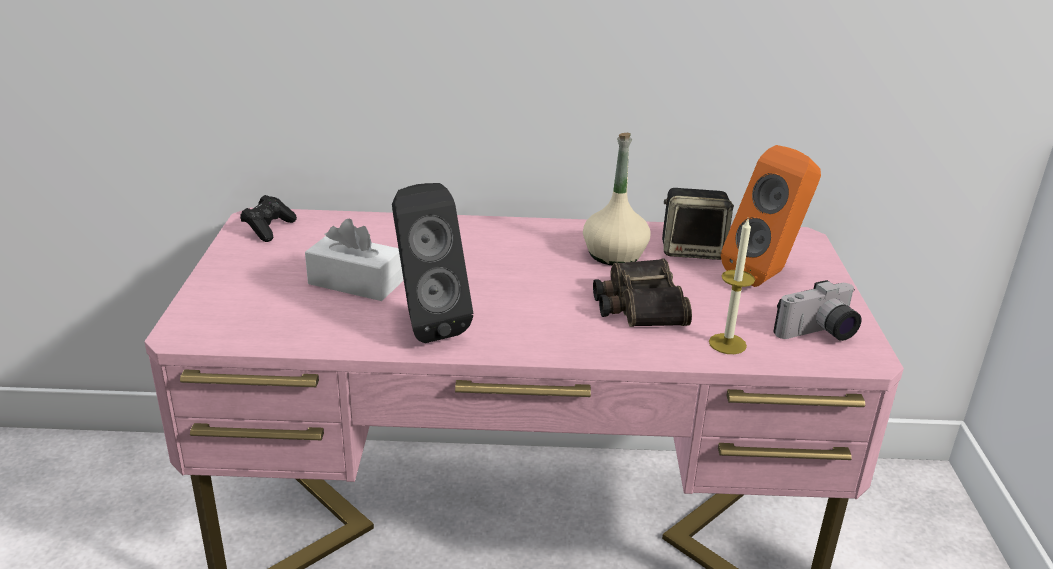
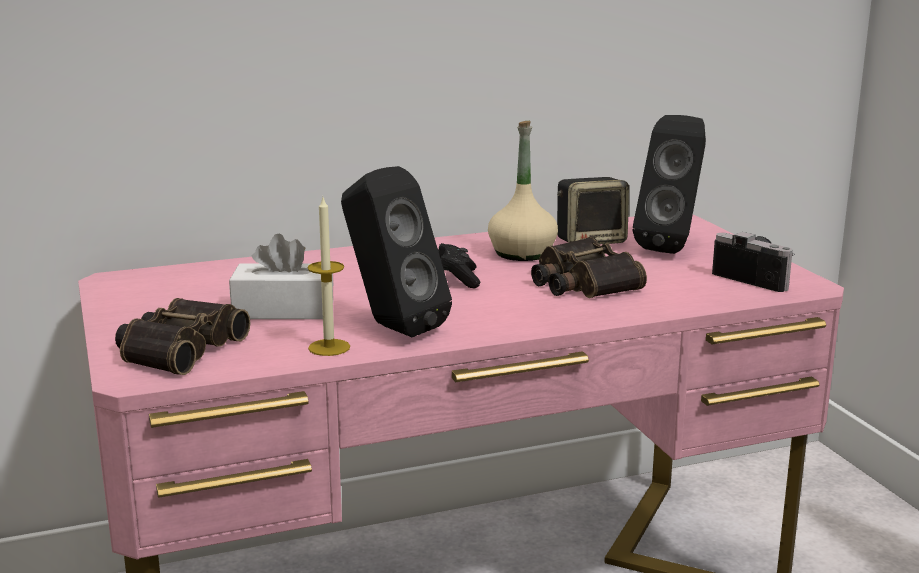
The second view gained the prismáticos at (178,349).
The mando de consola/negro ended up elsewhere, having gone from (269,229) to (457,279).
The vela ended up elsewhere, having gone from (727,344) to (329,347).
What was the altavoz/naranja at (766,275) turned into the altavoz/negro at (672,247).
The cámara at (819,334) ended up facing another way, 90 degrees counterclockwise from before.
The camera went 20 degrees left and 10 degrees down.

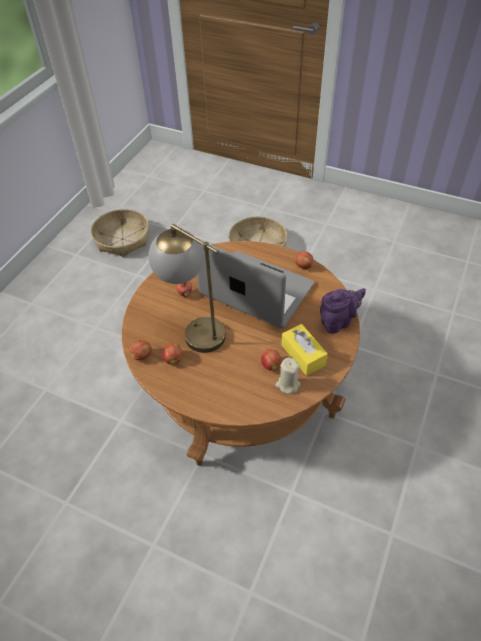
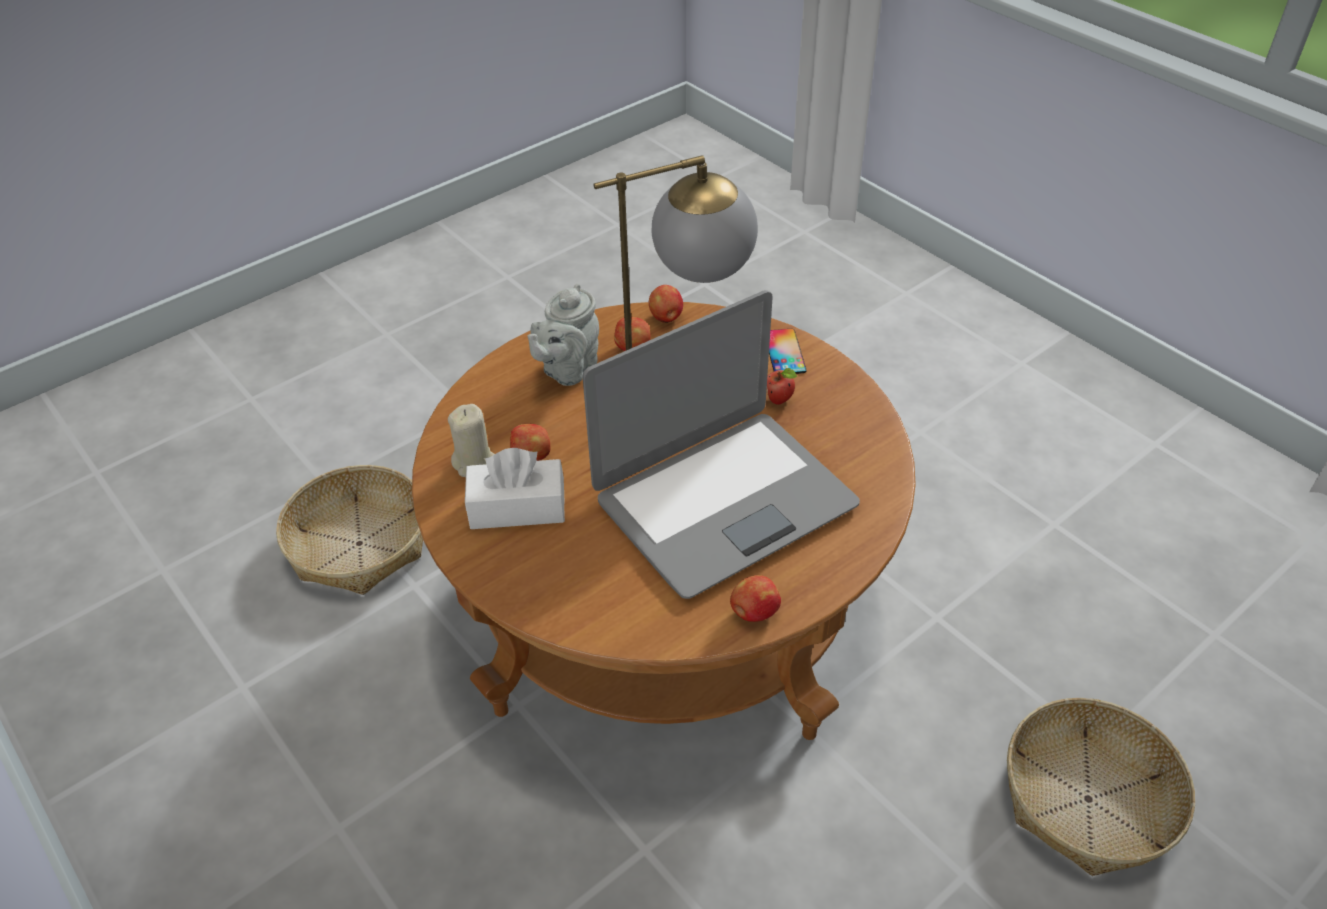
The second view lost the tetera/morado at (338,322).
The second view gained the tetera/gris at (567,369).
The second view gained the móvil at (784,352).
The cesta ended up elsewhere, having gone from (122,239) to (360,544).
What was the caja de pañuelos/amarillo at (303,355) turned into the caja de pañuelos/blanco at (517,508).
The camera went 115 degrees right and 5 degrees down.

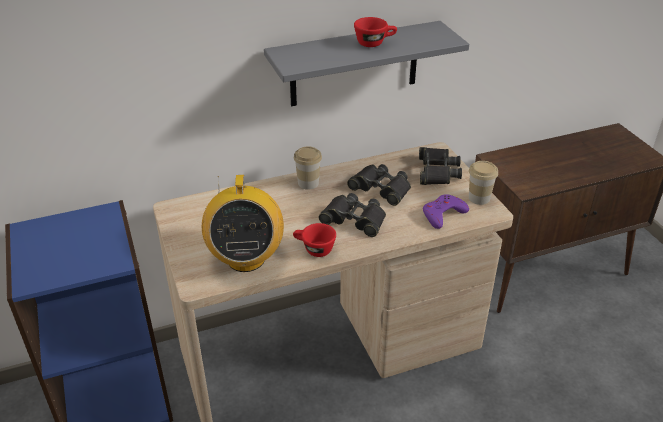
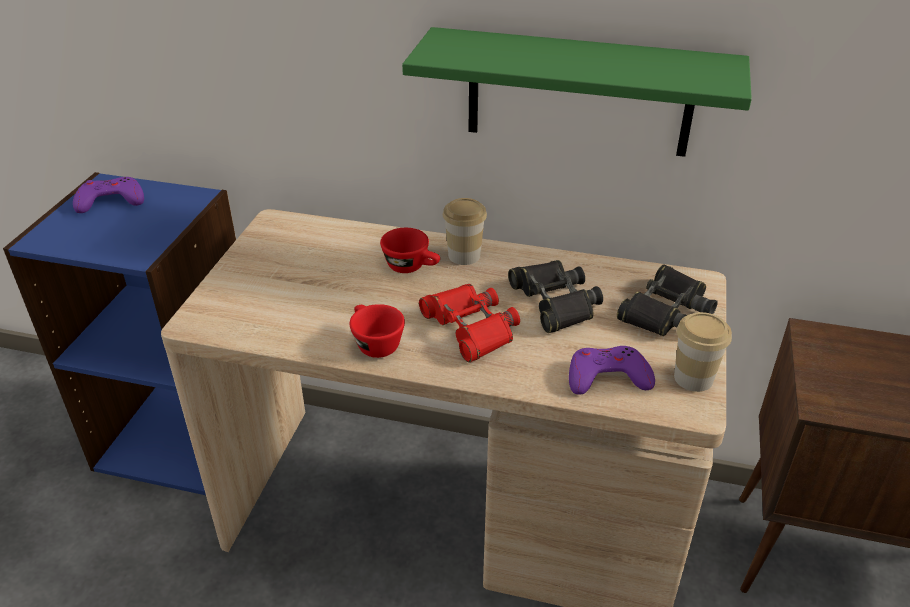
The second view lost the radio at (245,259).
The second view gained the mando de consola/morado at (110,200).
The taza/rojo ended up elsewhere, having gone from (374,43) to (412,267).
What was the estante/gris at (354,64) turned into the estante/verde at (579,93).
What was the prismáticos/negro at (354,219) turned into the prismáticos/rojo at (470,328).
The camera went 35 degrees right and 0 degrees up.

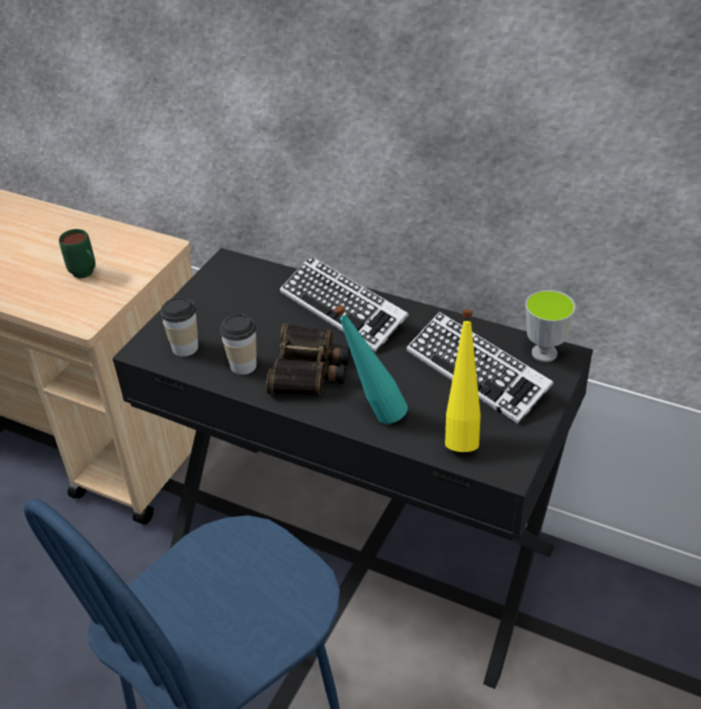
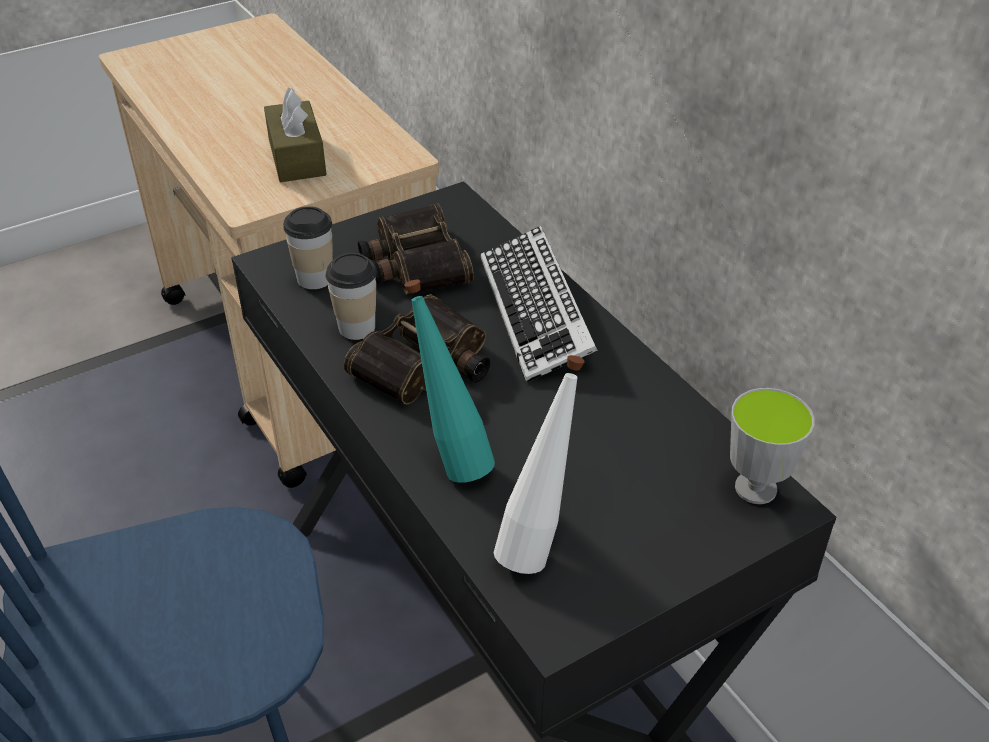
The second view lost the teclado at (477,373).
The second view gained the prismáticos at (413,263).
Where the taza grande/verde stood at (86,275), the caja de pañuelos/marrón came to stand at (297,157).
What was the botella/amarillo at (461,434) turned into the botella/blanco at (538,543).
The camera went 30 degrees right and 0 degrees up.

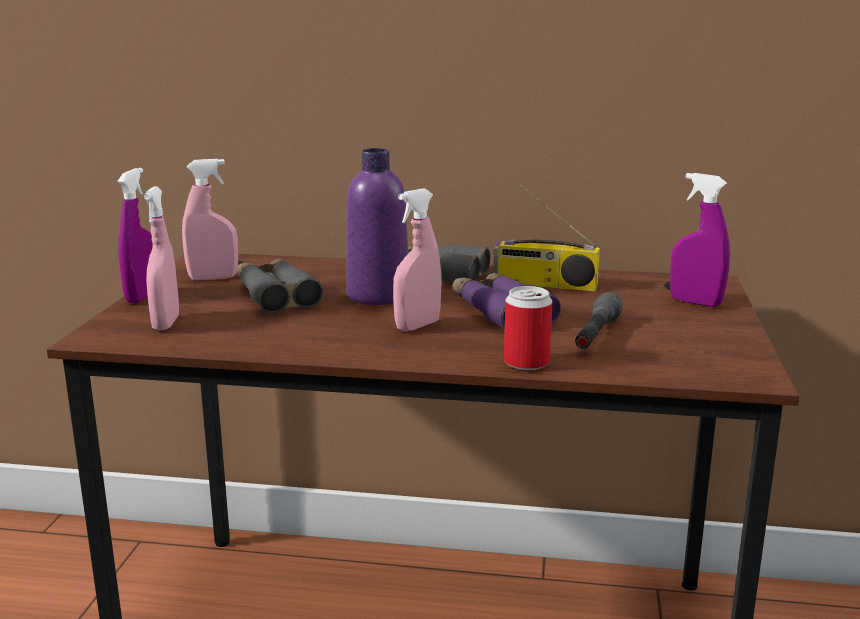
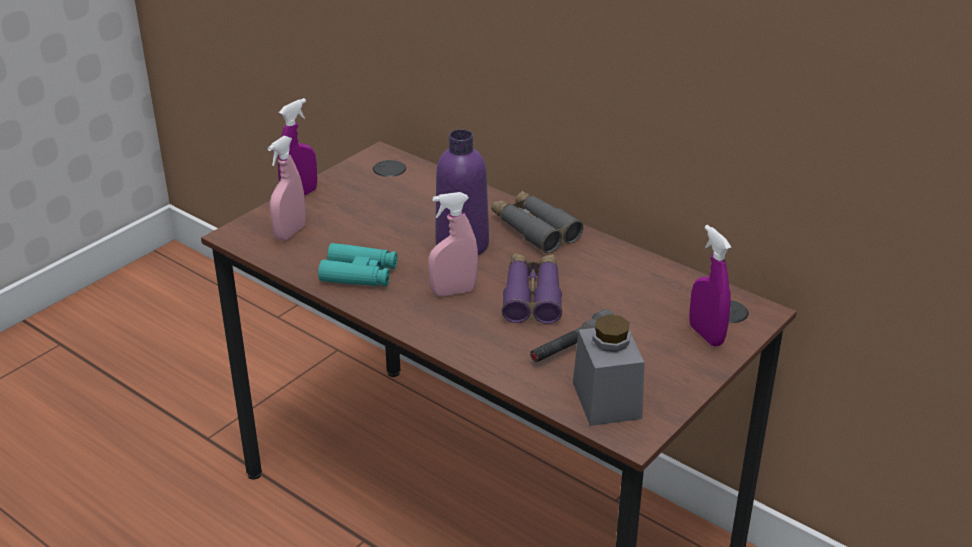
The second view lost the pulverizador/rosa at (213,278).
The second view lost the prismáticos/gris at (276,295).
The second view lost the radio at (544,284).
The second view lost the lata at (526,363).
The second view gained the prismáticos/turquesa at (359,274).
The second view gained the tarro/gris at (606,400).
The camera went 30 degrees right and 15 degrees up.

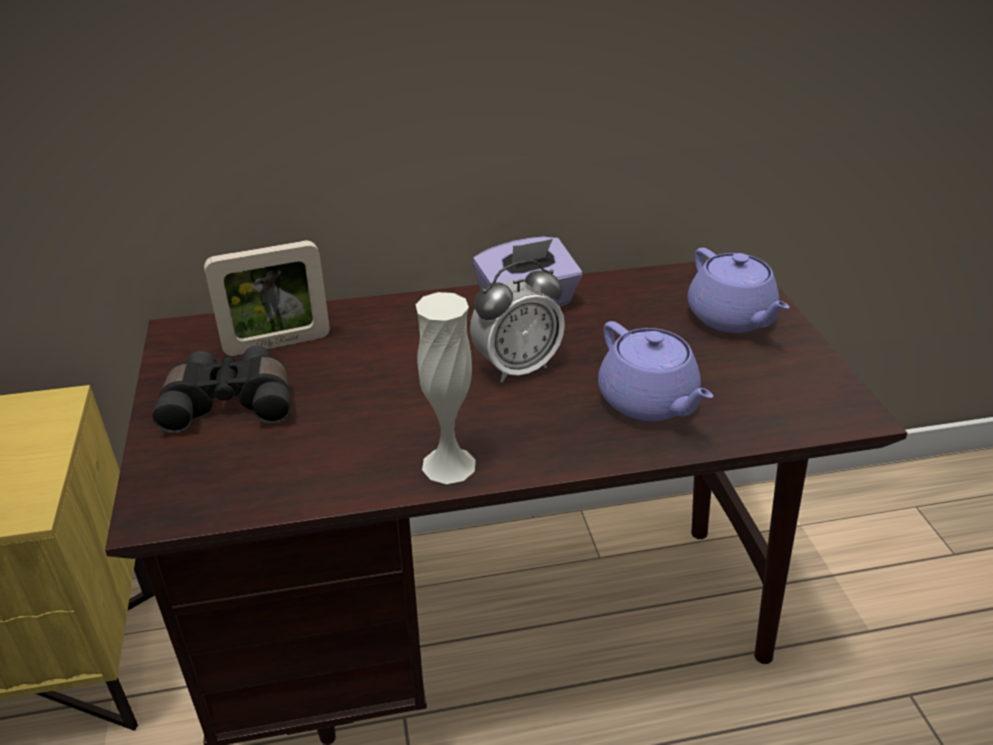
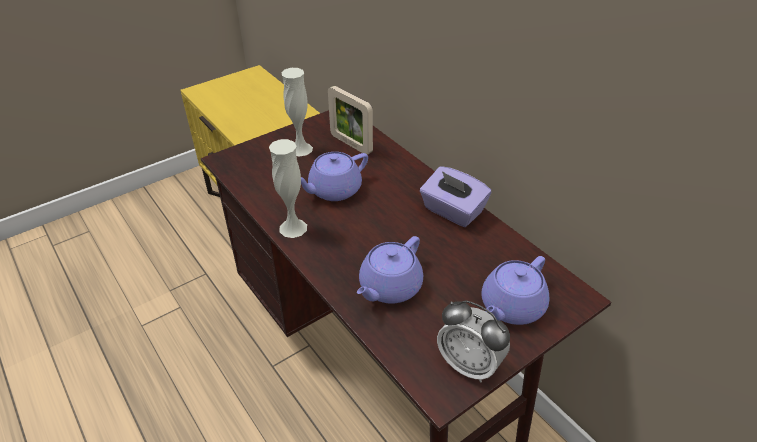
The second view gained the tetera/morado at (333,190).
The despertador ended up elsewhere, having gone from (516,367) to (469,364).
Where the prismáticos/negro stood at (230,402), the florero/blanco came to stand at (300,149).
The camera went 65 degrees right and 5 degrees up.

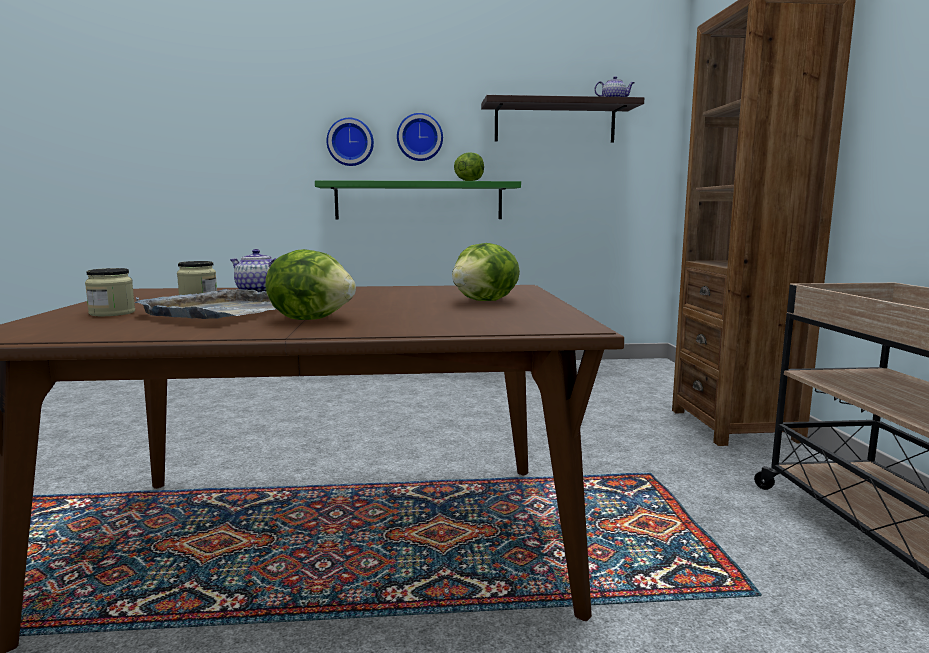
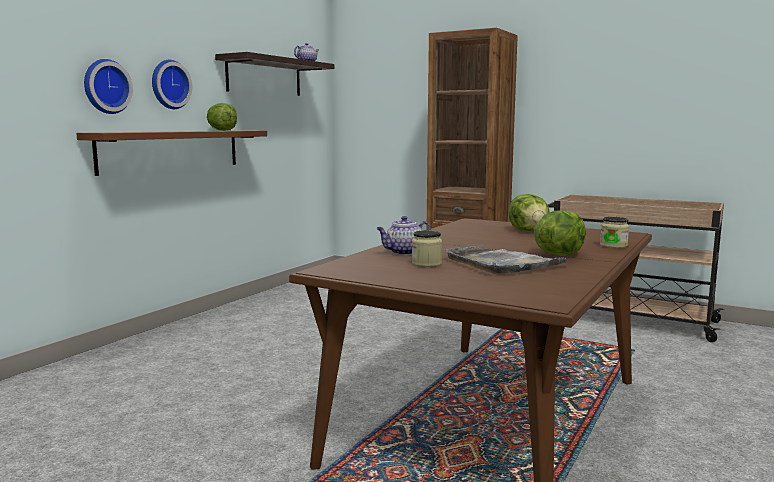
The tarro ended up elsewhere, having gone from (112,313) to (613,245).
What was the estante/verde at (419,201) turned into the estante/marrón at (171,150).
The camera went 55 degrees left and 0 degrees up.

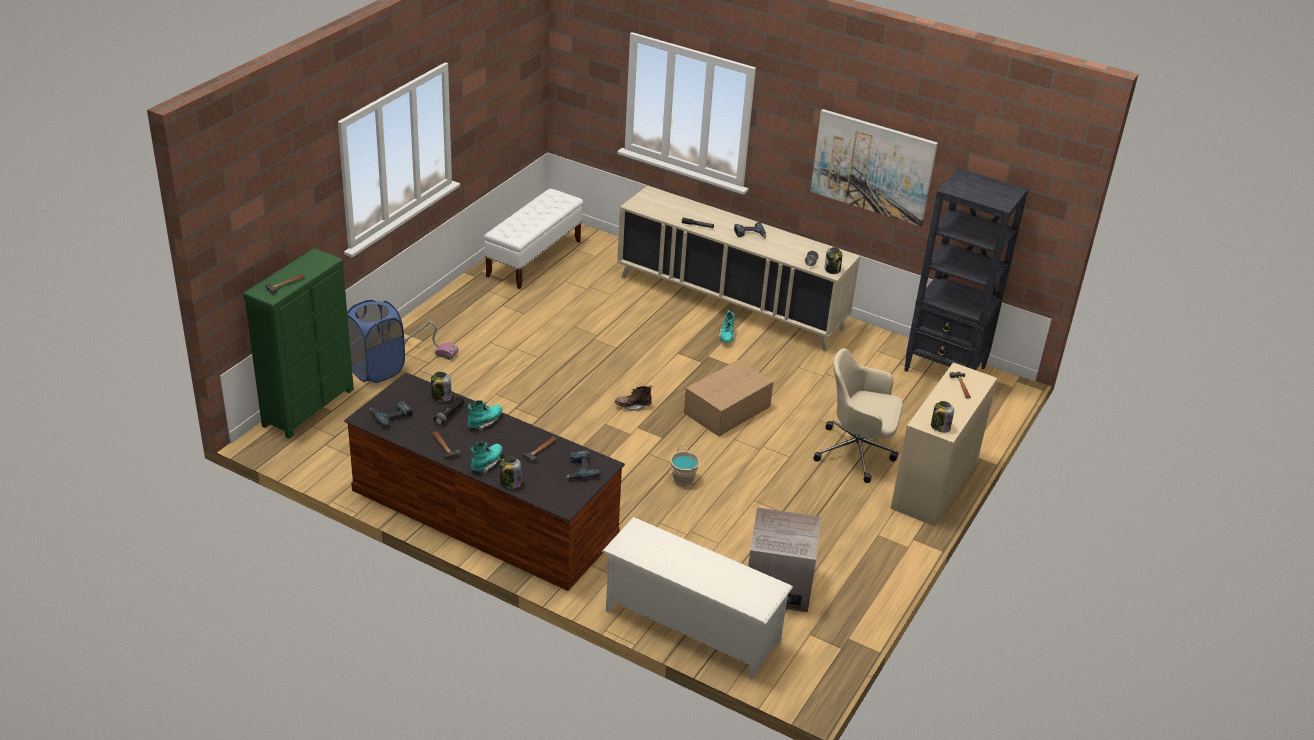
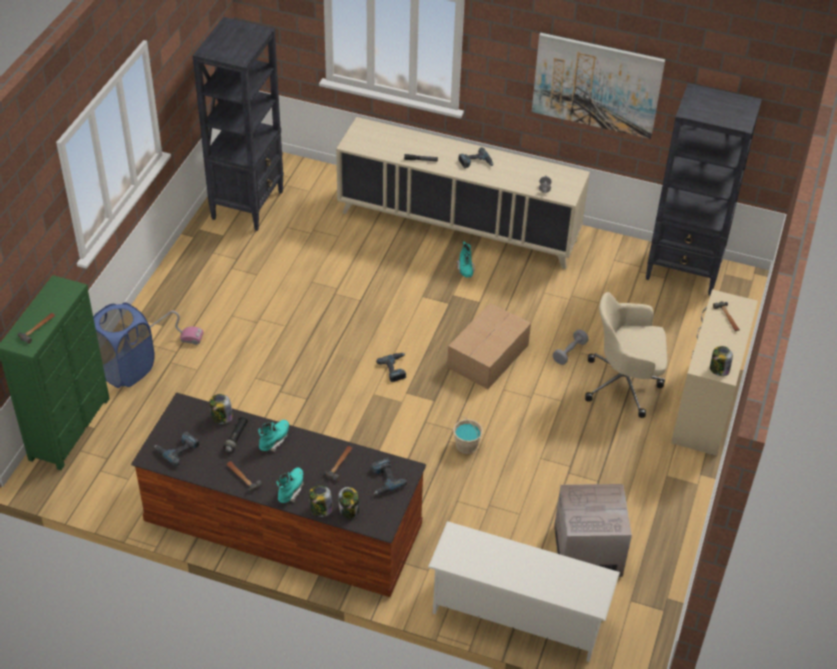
The second view gained the mancuerna/gris at (569,352).
The tarro ended up elsewhere, having gone from (832,269) to (349,510).
Where the banco/blanco stood at (534,259), the estantería/negro came to stand at (248,205).
Where the bota/marrón stood at (633,406), the taladro came to stand at (395,368).
The camera went 10 degrees left and 10 degrees up.

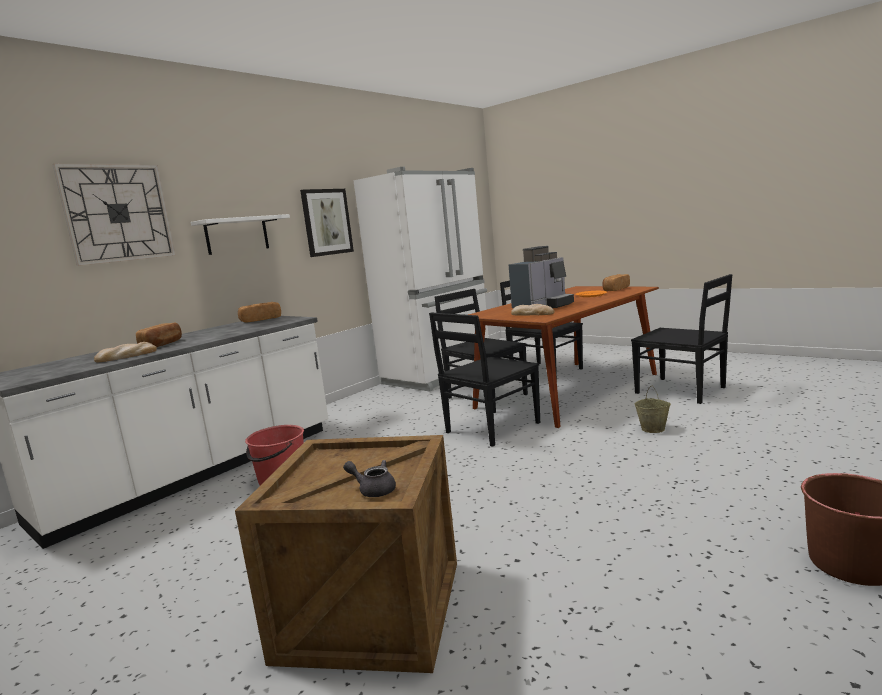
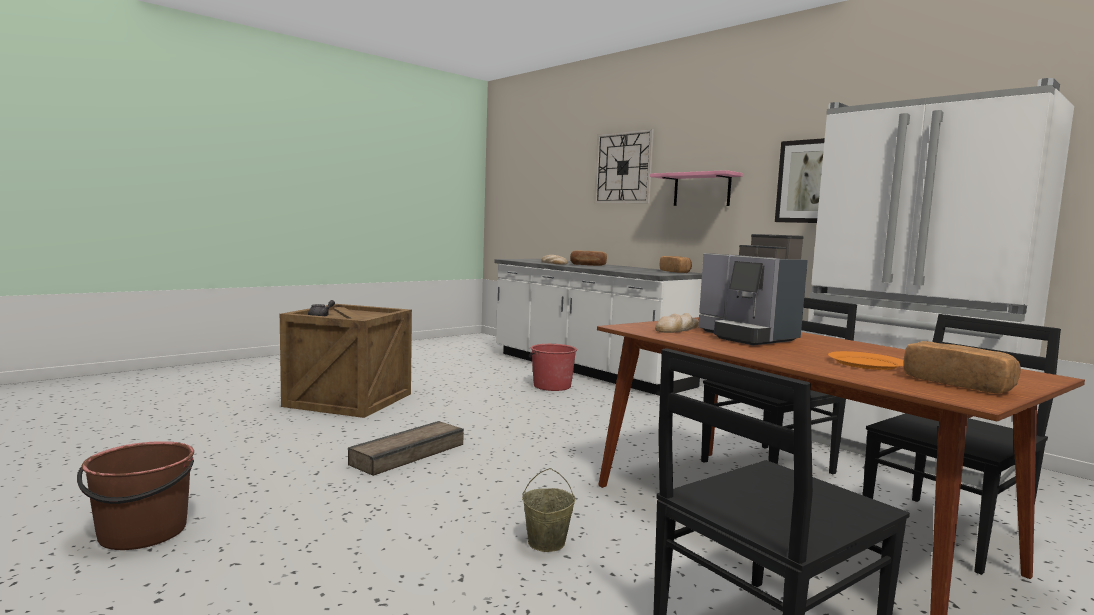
The second view lost the silla/negro at (491,428).
The second view gained the caja de embalaje at (407,453).
What was the estante/blanco at (237,235) turned into the estante/rosa at (701,190).
The camera went 95 degrees right and 5 degrees down.

